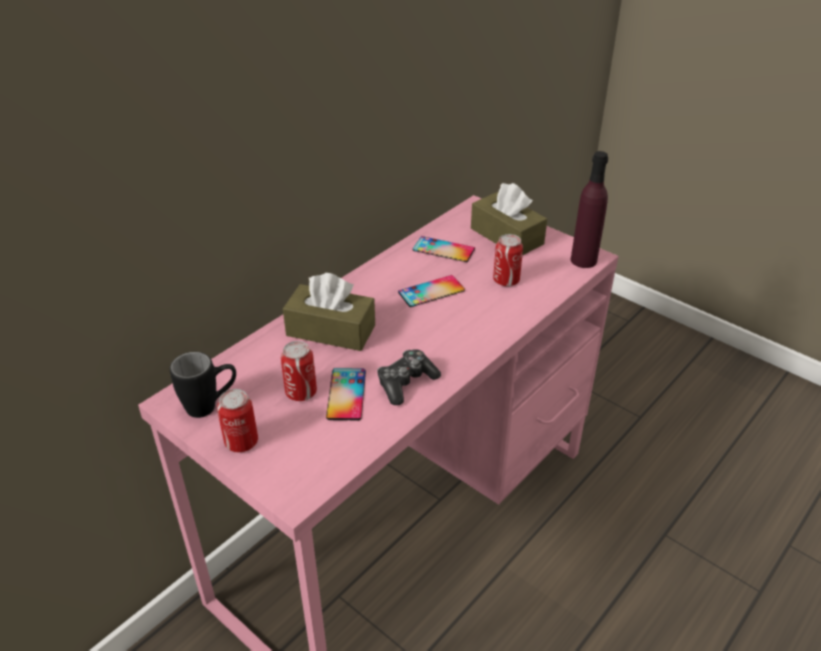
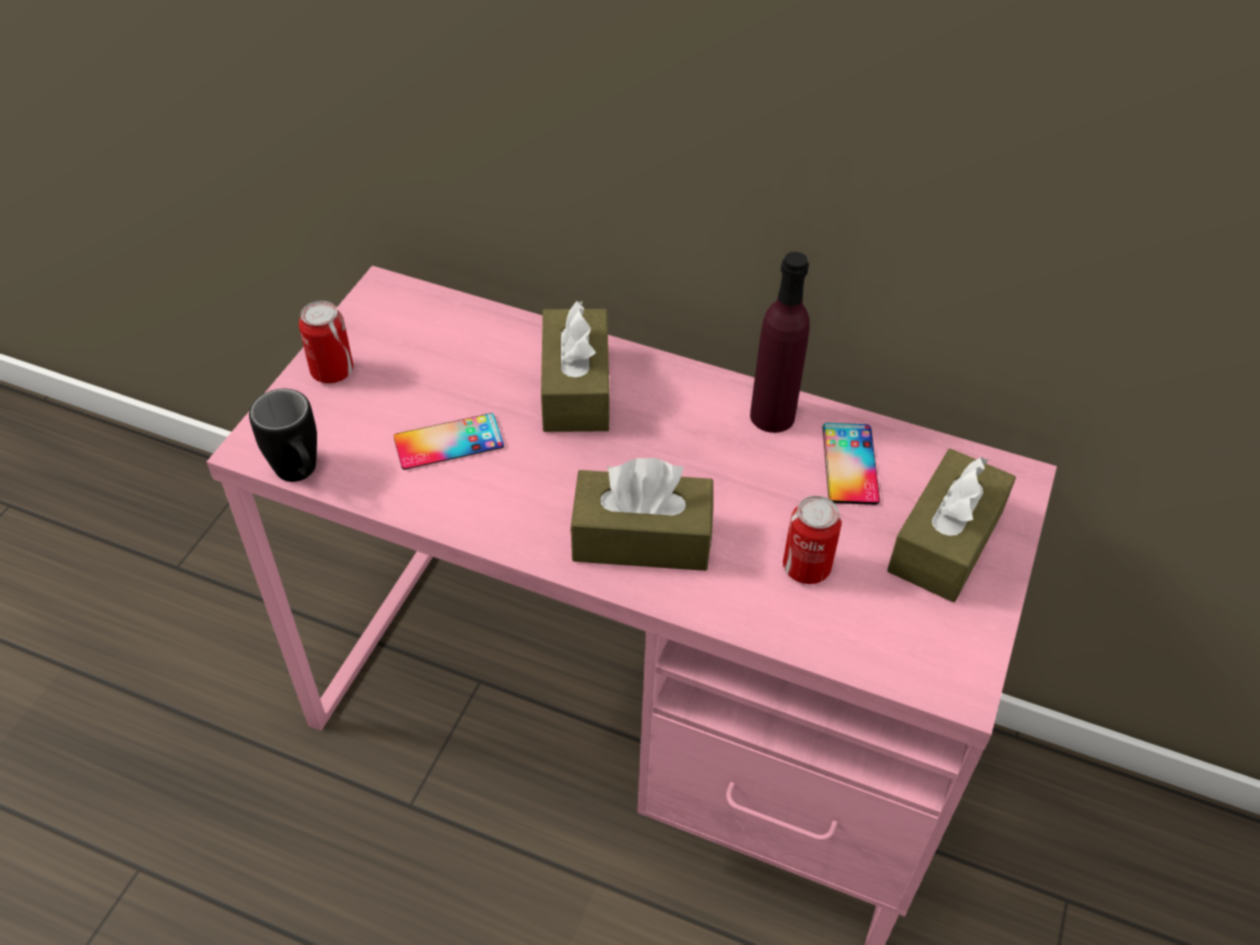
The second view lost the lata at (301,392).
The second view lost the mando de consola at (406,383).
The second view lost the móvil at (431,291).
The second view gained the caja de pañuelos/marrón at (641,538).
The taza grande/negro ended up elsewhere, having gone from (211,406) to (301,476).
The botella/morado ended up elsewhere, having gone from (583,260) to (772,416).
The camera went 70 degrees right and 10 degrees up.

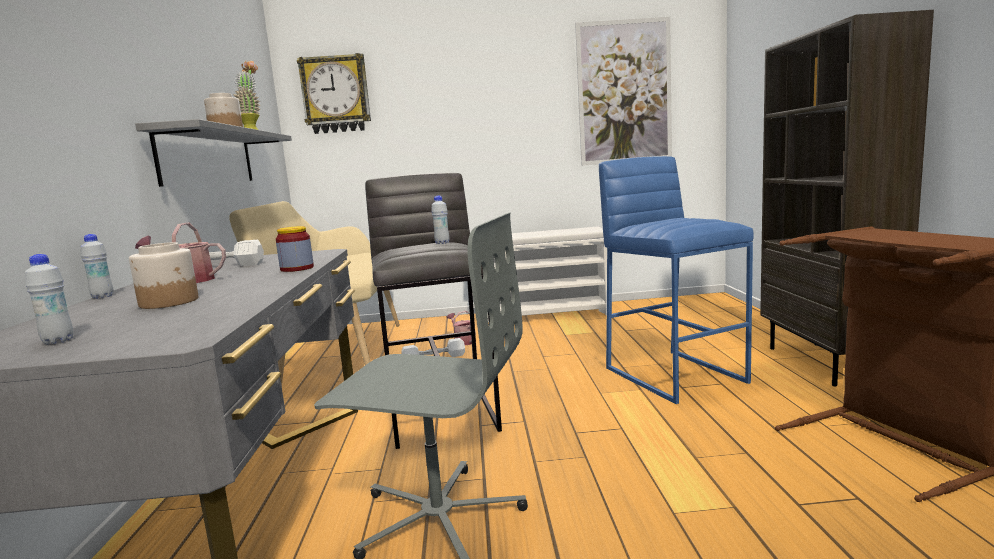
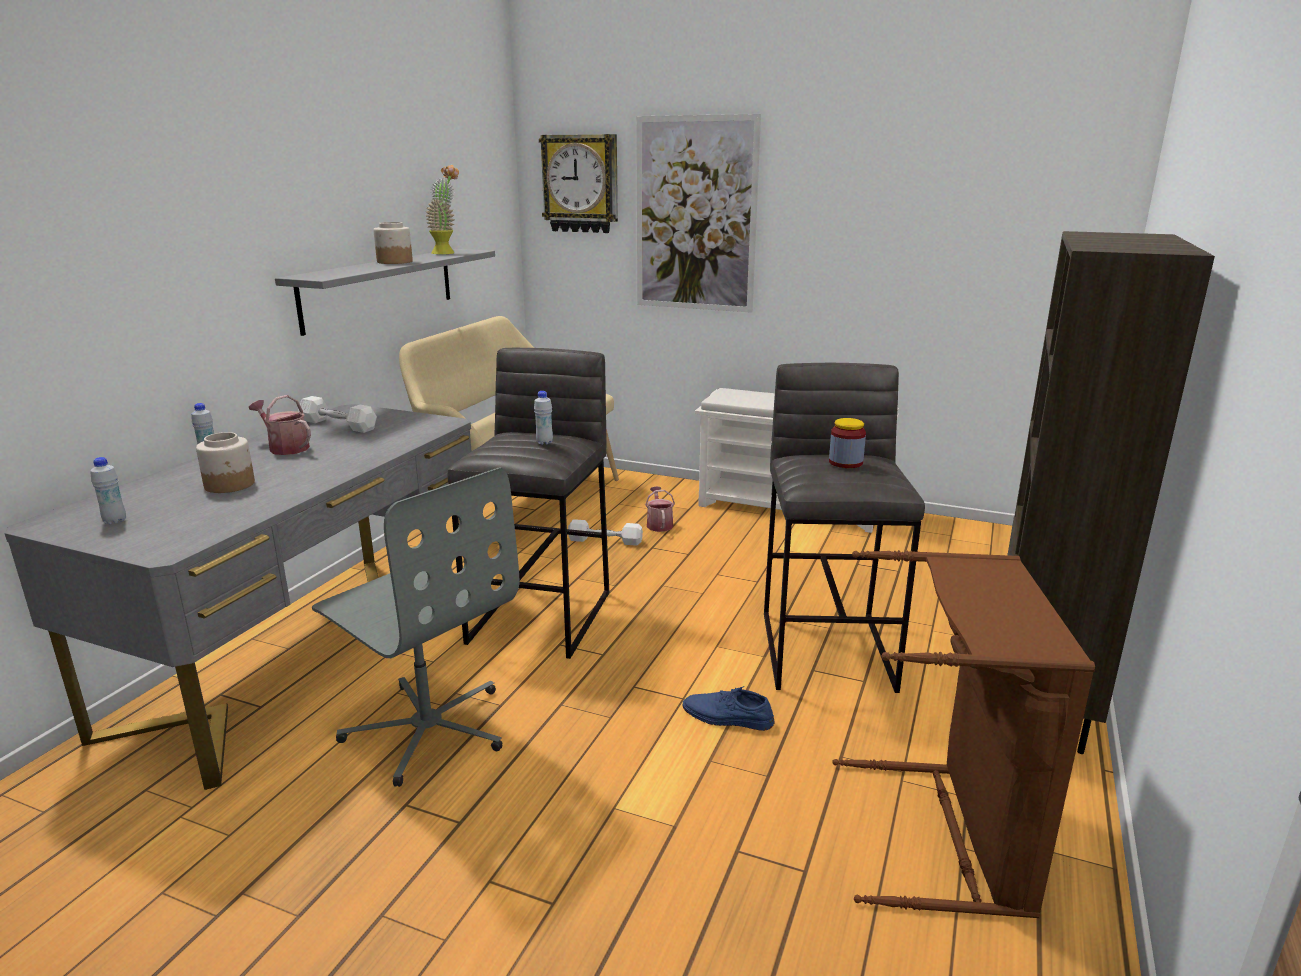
The second view gained the zapato/azul at (727,717).
The tarro ended up elsewhere, having gone from (297,268) to (845,462).
The cuadro ended up elsewhere, having gone from (624,92) to (695,215).
What was the taburete/azul at (674,374) turned into the taburete/gris at (827,649).
The camera went 25 degrees right and 10 degrees up.

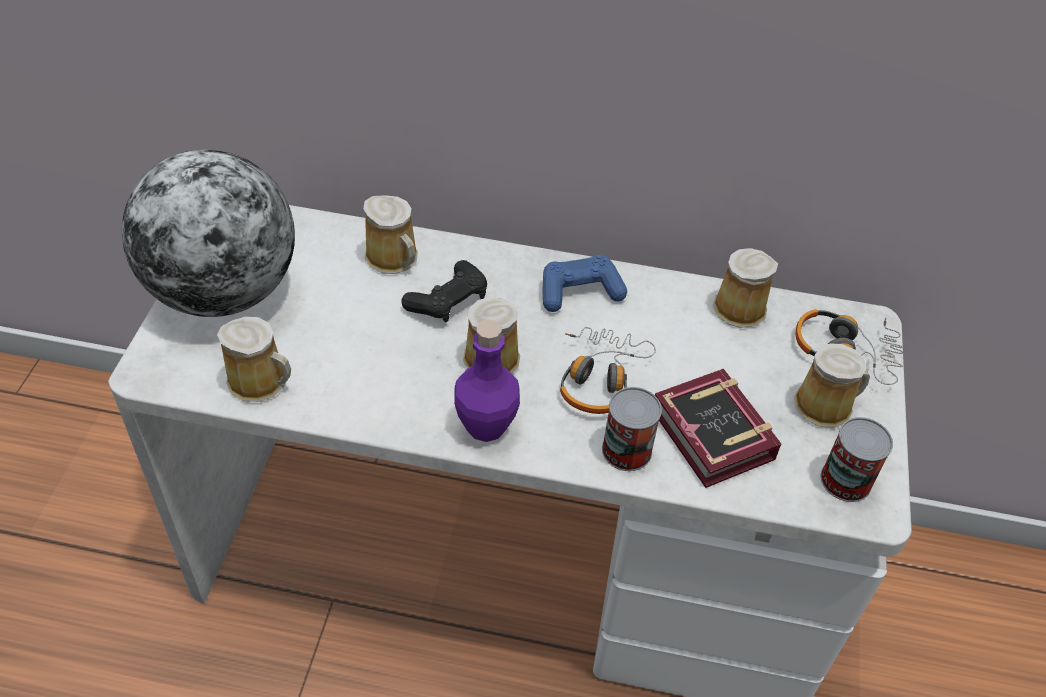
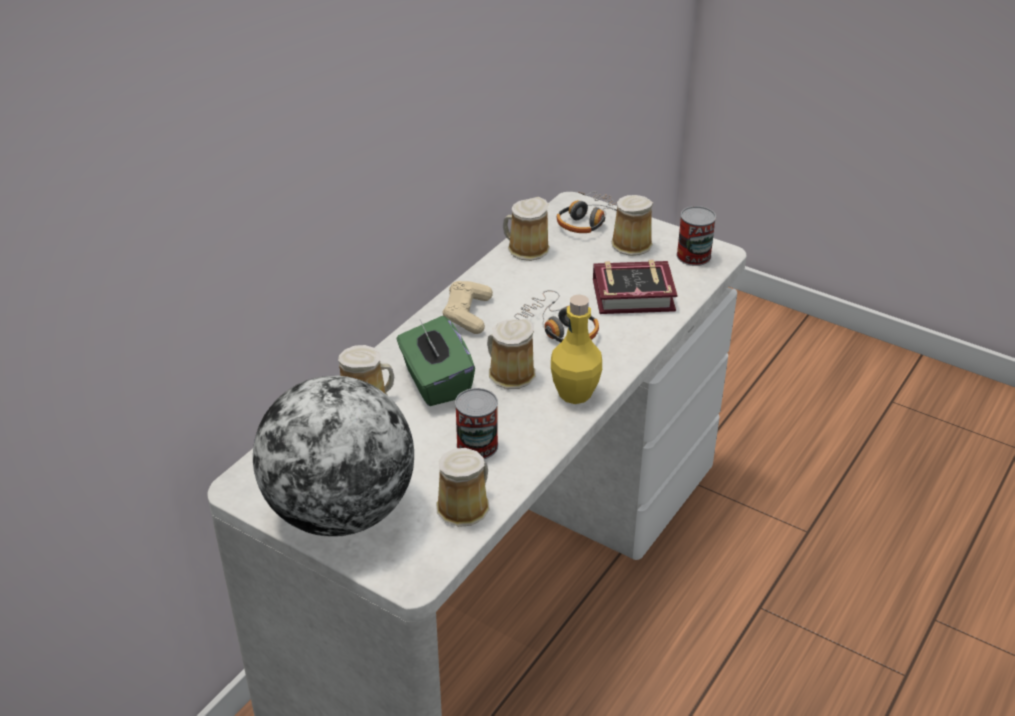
The lata ended up elsewhere, having gone from (626,450) to (477,445).
Where the mando de consola/negro stood at (448,301), the caja de pañuelos/verde came to stand at (435,382).
What was the botella/morado at (486,425) turned into the botella/amarillo at (575,393).
What was the mando de consola/azul at (579,292) turned into the mando de consola/beis at (467,314).
The camera went 65 degrees left and 10 degrees down.

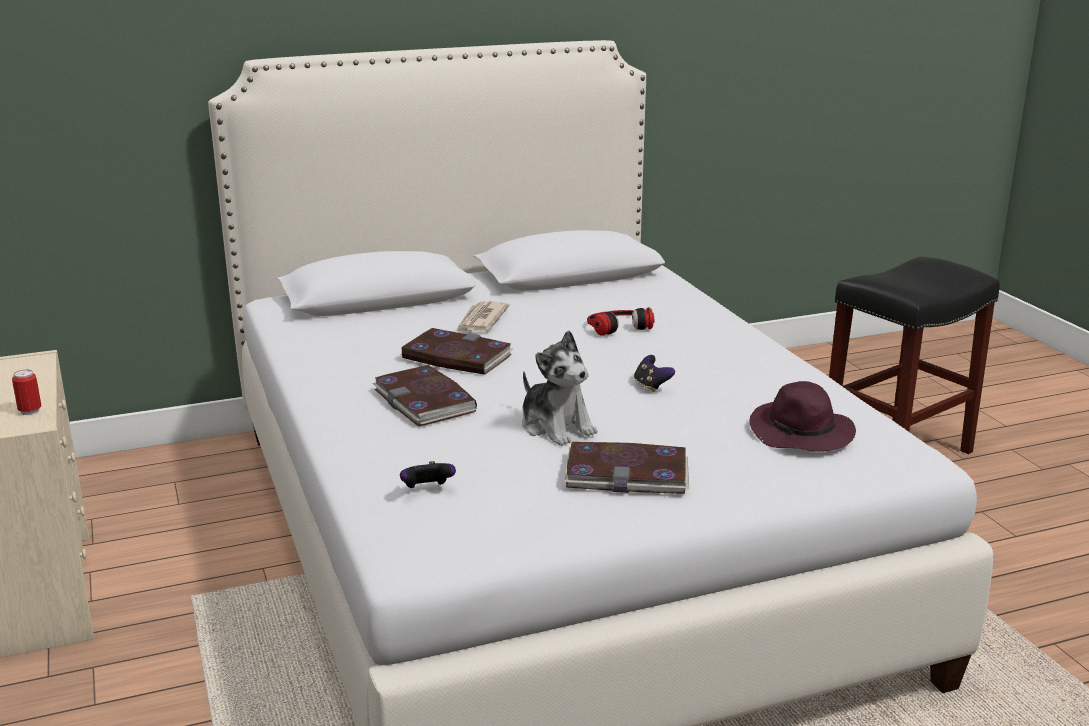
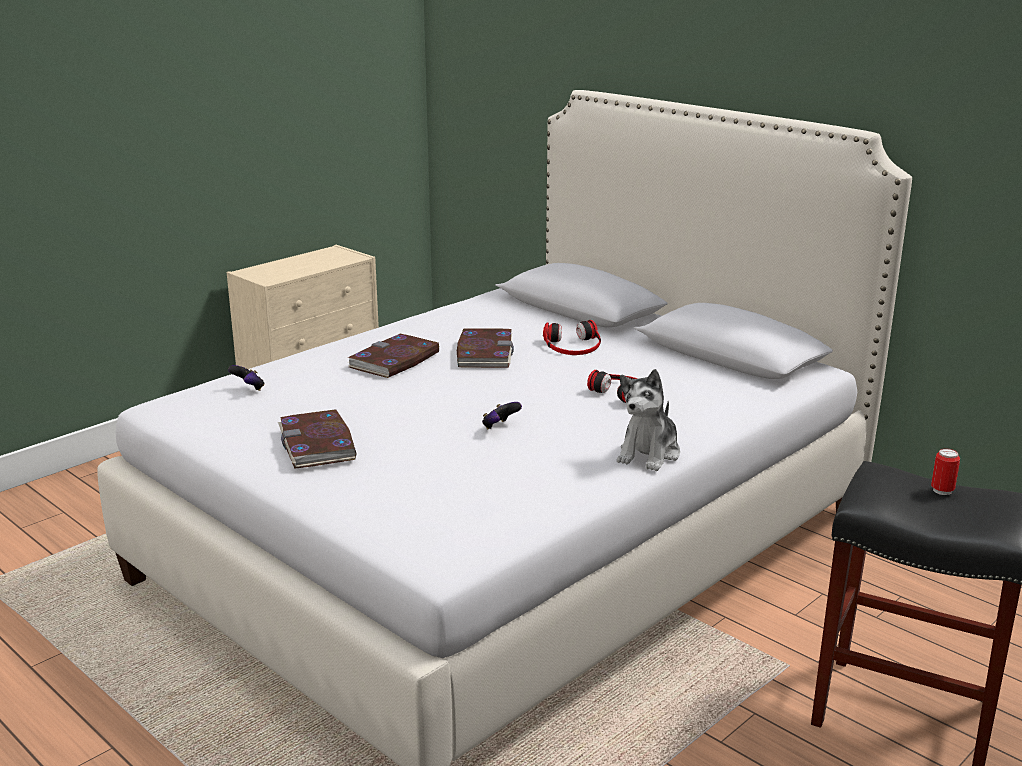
The second view lost the sombrero/morado at (802,434).
The lata ended up elsewhere, having gone from (30,411) to (942,490).
The peluche ended up elsewhere, having gone from (556,427) to (649,454).
Where the periódico stood at (481,320), the auriculares came to stand at (573,345).
The camera went 65 degrees right and 0 degrees up.

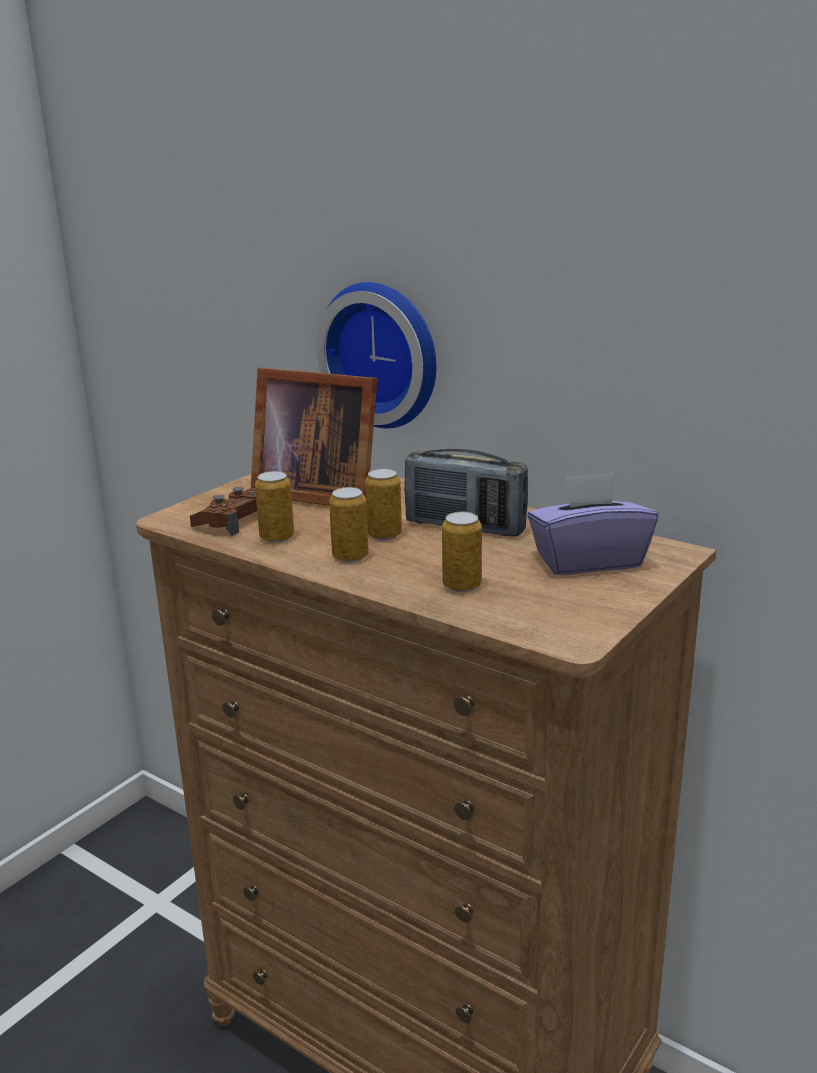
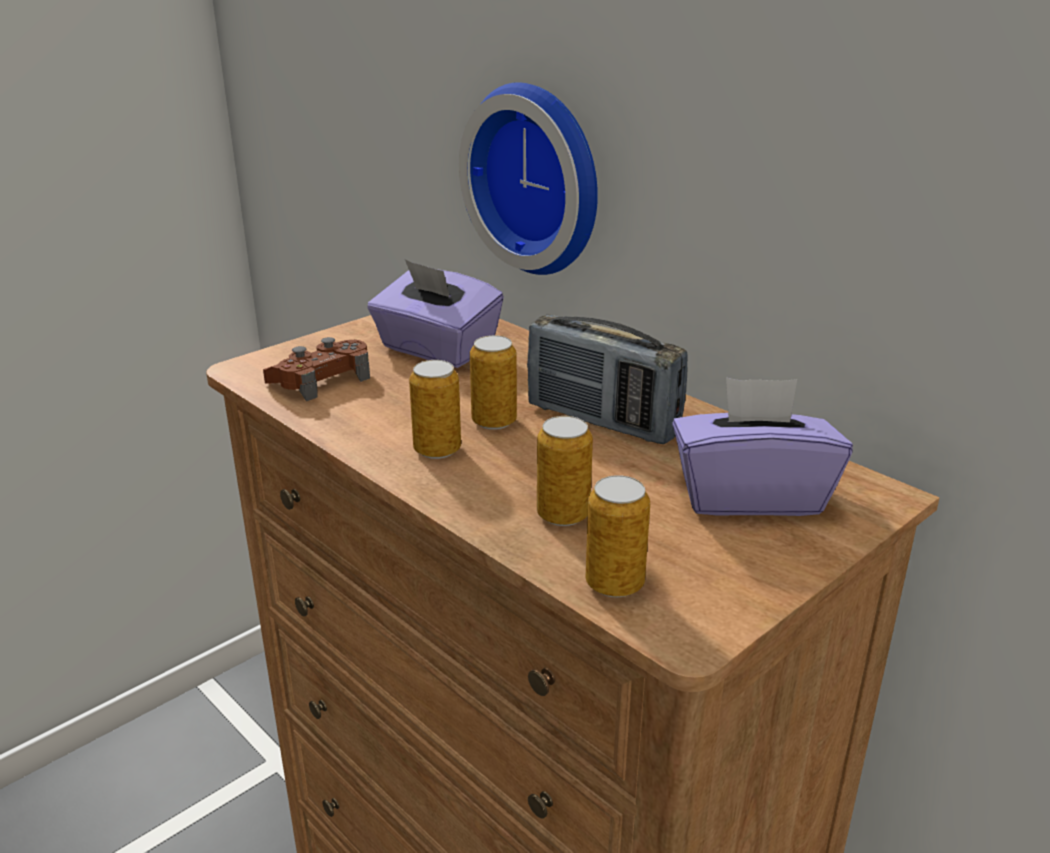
The lata ended up elsewhere, having gone from (277,537) to (614,583).
Where the portarretratos stood at (316,493), the caja de pañuelos/morado came to stand at (436,350).
The camera went 10 degrees right and 5 degrees up.

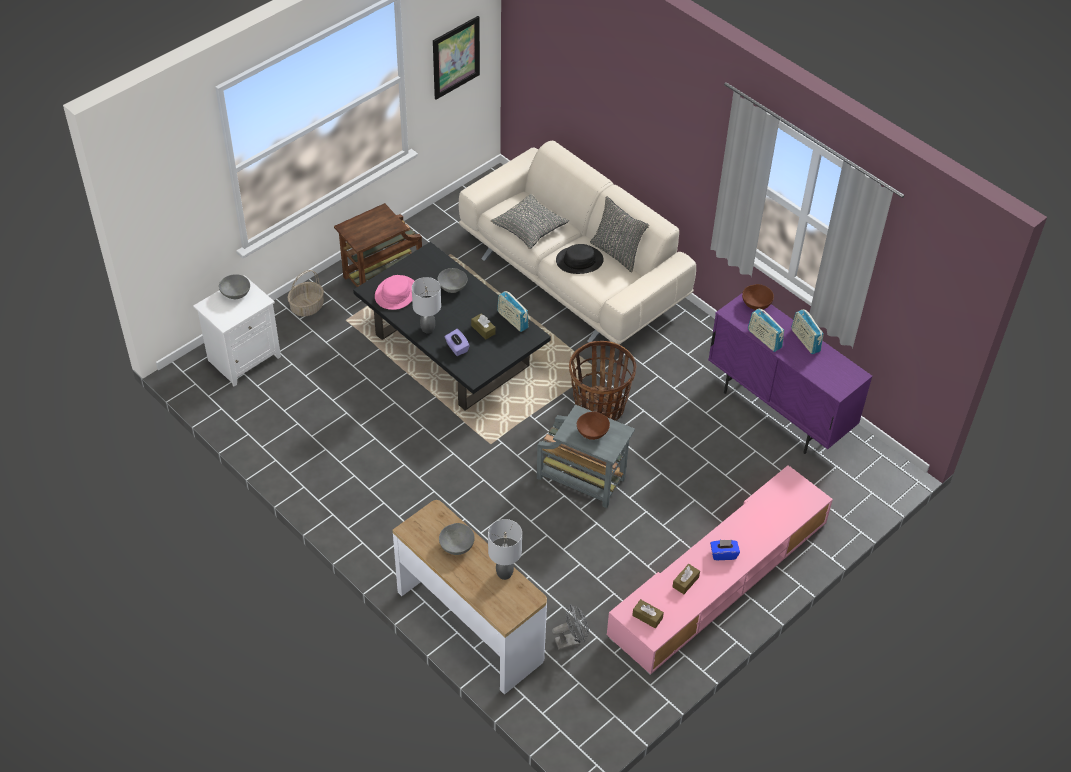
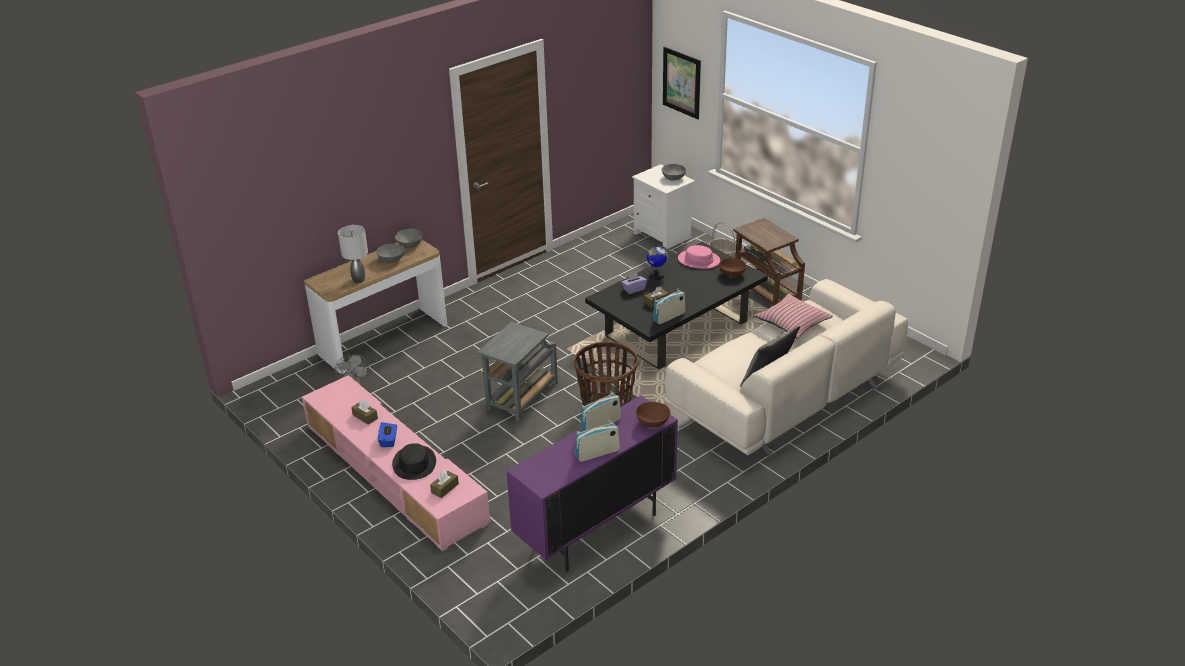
The cuadro ended up elsewhere, having gone from (456,57) to (681,82).
The cuenco/gris ended up elsewhere, having gone from (452,287) to (410,245).
The sombrero/negro ended up elsewhere, having gone from (579,261) to (414,463).
The cuenco/marrón ended up elsewhere, having gone from (592,432) to (732,274).
The caja de pañuelos/marrón ended up elsewhere, having gone from (647,617) to (445,488).
Where the lámpara de mesa/gris stood at (428,329), the globo terráqueo came to stand at (656,275).
What was the cojín/gris at (530,227) turned into the cojín/rosa at (792,323).
The camera went 95 degrees right and 15 degrees down.

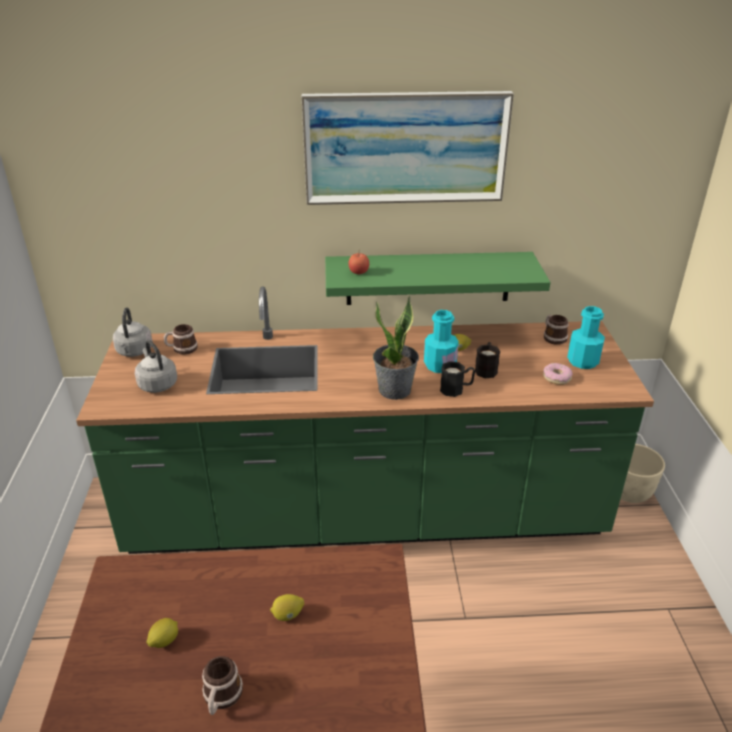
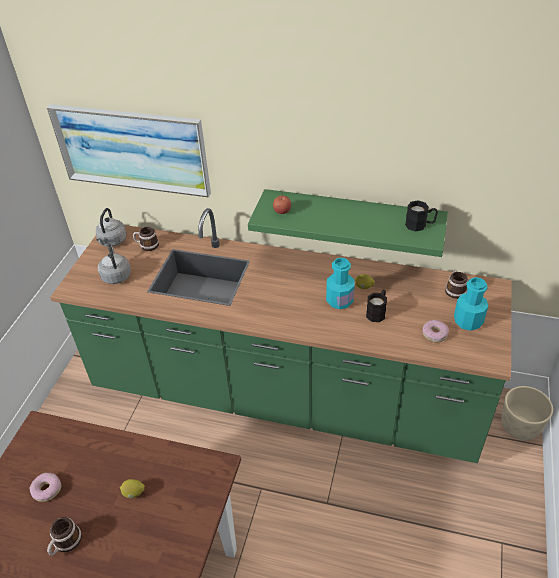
The second view lost the planta en maceta at (395,390).
The cuadro ended up elsewhere, having gone from (405,148) to (132,149).
The taza grande/negro ended up elsewhere, having gone from (456,389) to (420,225).
Where the limón stood at (164,641), the rosquilla came to stand at (47,489).
The camera went 20 degrees right and 10 degrees up.

